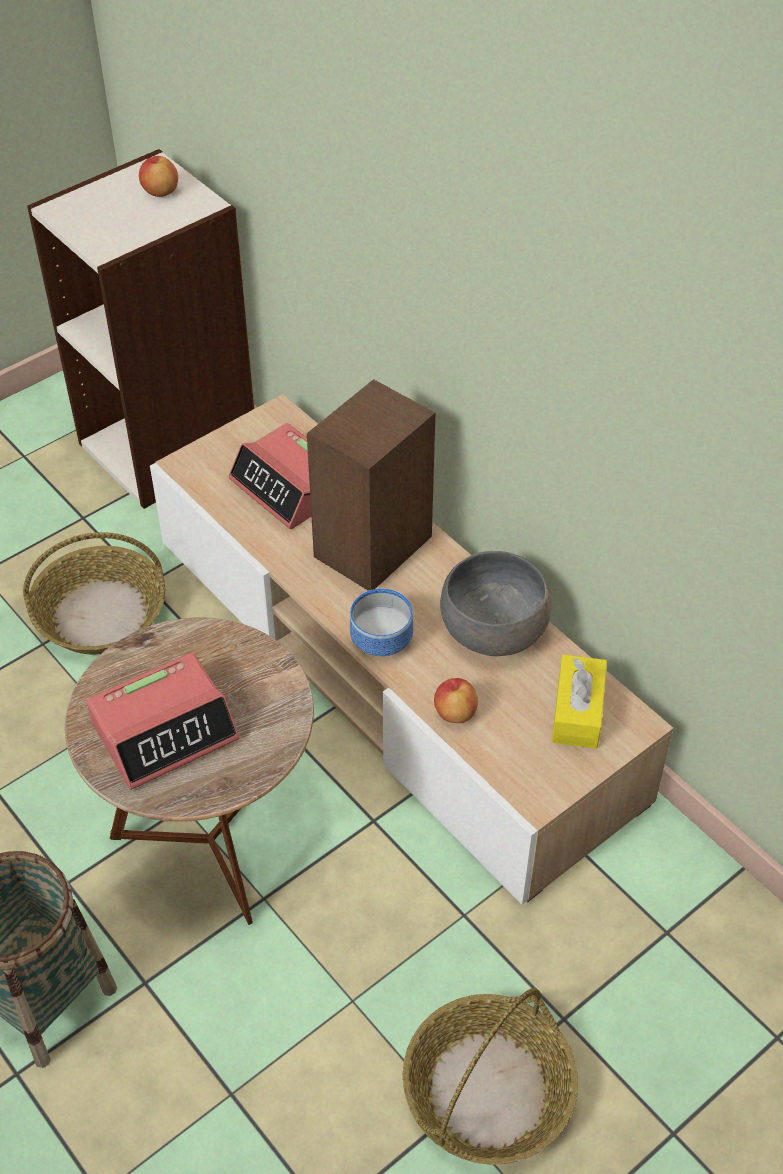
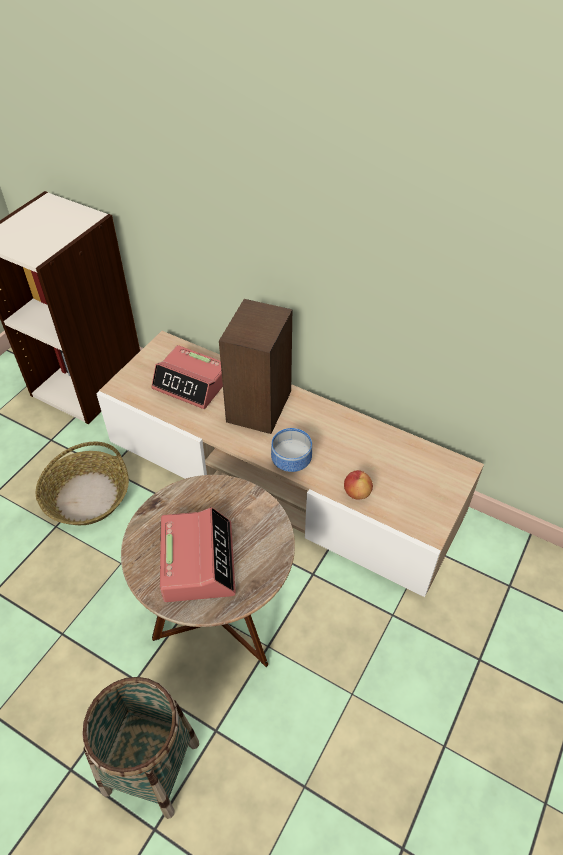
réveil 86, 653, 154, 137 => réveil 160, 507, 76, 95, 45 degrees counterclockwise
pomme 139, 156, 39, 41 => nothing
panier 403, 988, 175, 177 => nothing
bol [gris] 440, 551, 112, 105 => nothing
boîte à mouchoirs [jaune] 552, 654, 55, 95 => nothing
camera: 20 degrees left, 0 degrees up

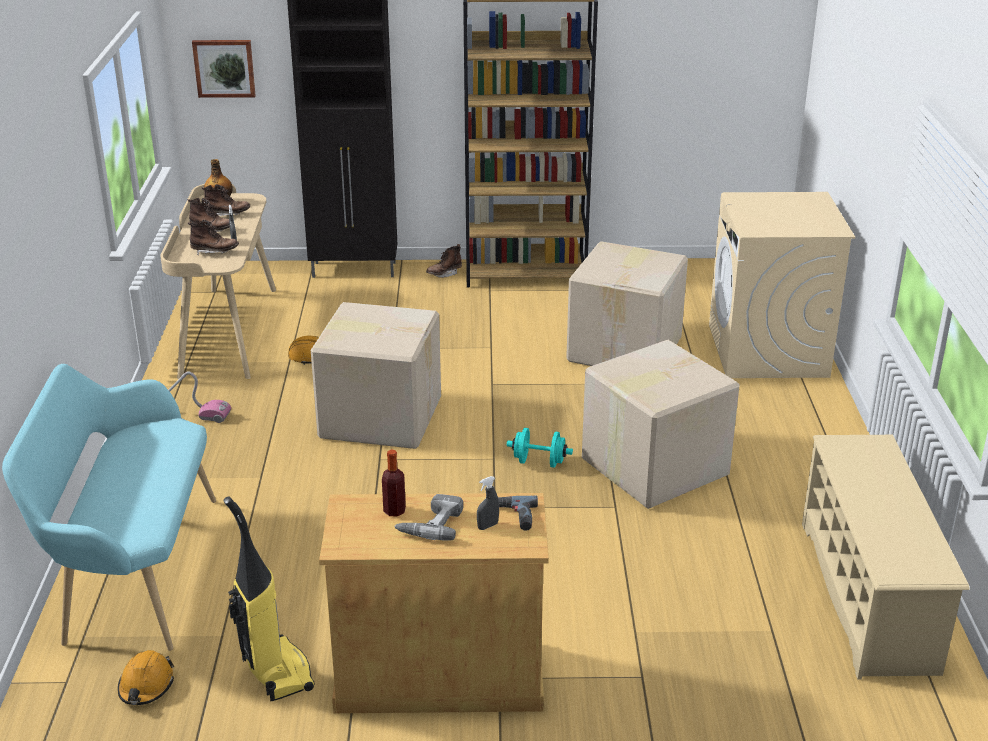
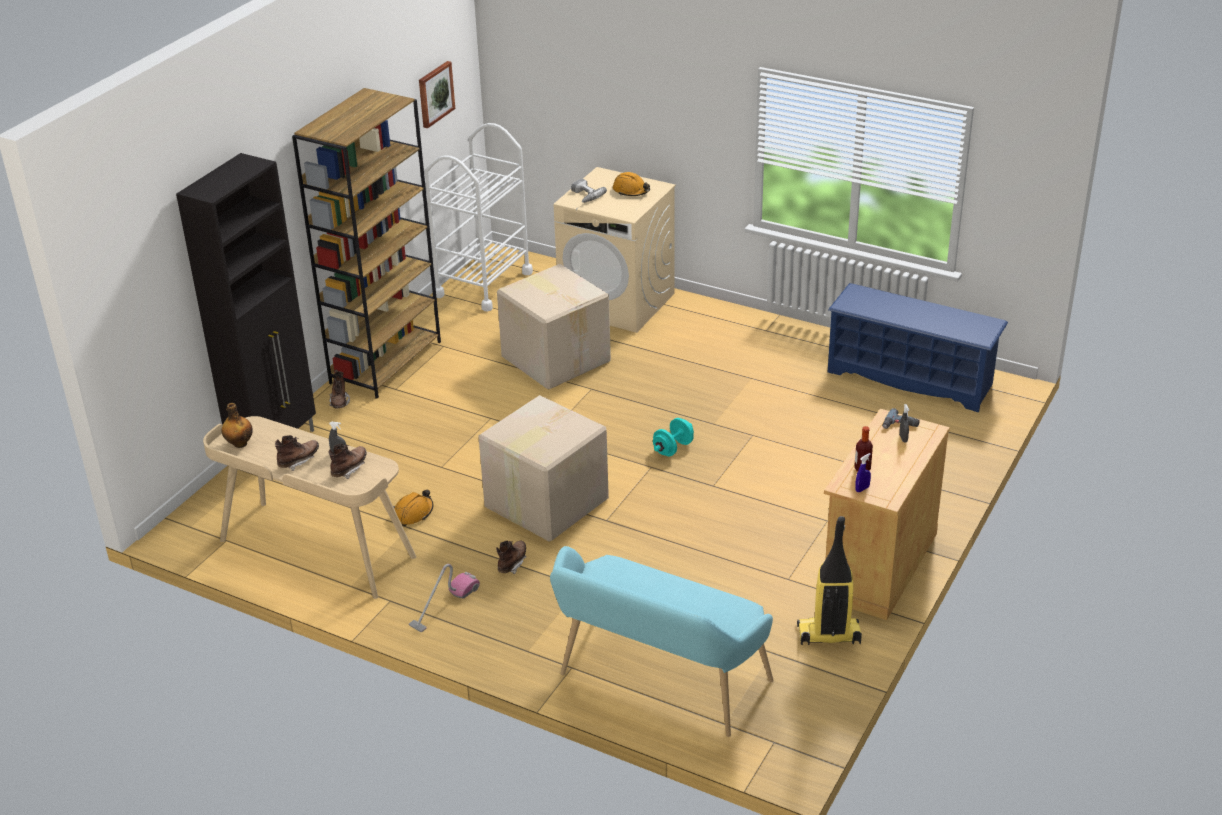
tableau 192, 40, 64, 58 => tableau 419, 61, 36, 67, moved
nothing => chariot [blanc] 425, 123, 108, 189
botte [marron] 202, 184, 48, 32 => botte [marron] 496, 541, 31, 33, moved
perceuse 394, 494, 69, 47 => perceuse 571, 179, 36, 24, moved
casque de chantier [orange] 118, 650, 56, 55 => casque de chantier [orange] 613, 172, 37, 24, moved
étagère à chaussures [beige] 802, 435, 168, 244 => étagère à chaussures [bleu] 828, 283, 180, 129
nothing => vaporisateur [bleu] 855, 453, 16, 39
carton 582, 340, 157, 169 => nothing
camera: 60 degrees left, 5 degrees up

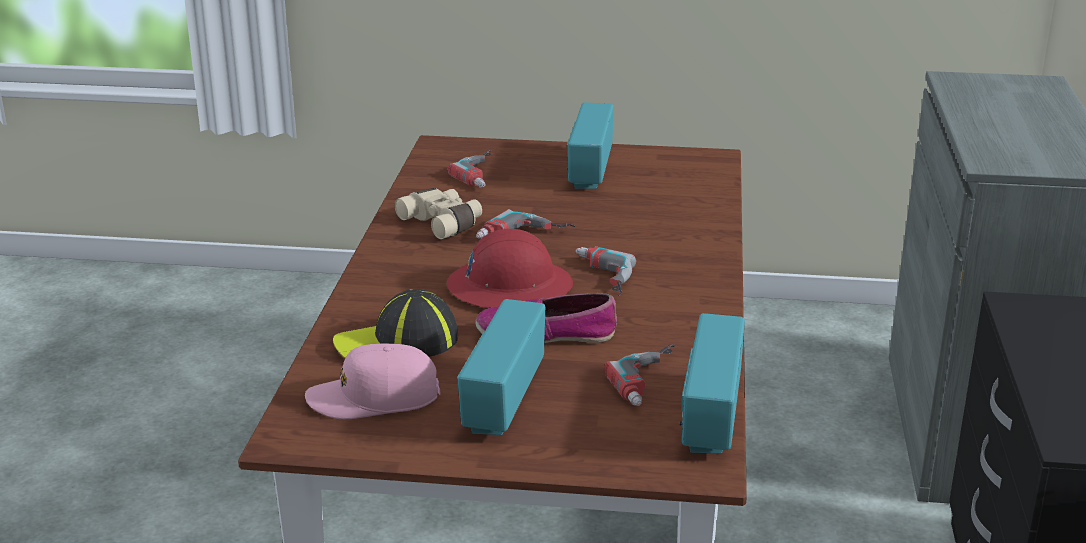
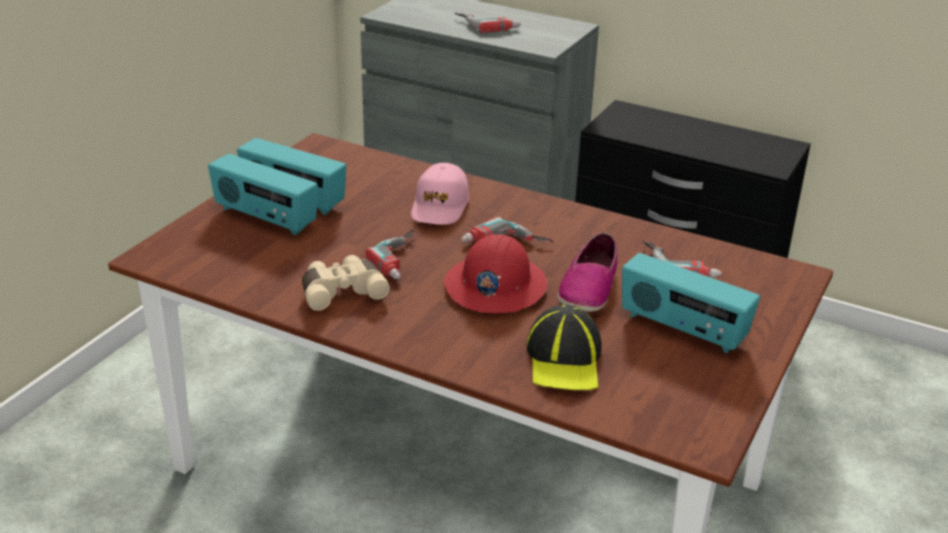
radio 680, 313, 65, 140 => radio 208, 154, 110, 82, moved
casquette [rose] 305, 343, 135, 76 => casquette [rose] 411, 163, 58, 62, moved
perceuse 448, 150, 43, 38 => perceuse 455, 12, 66, 21, moved
camera: 70 degrees left, 5 degrees up

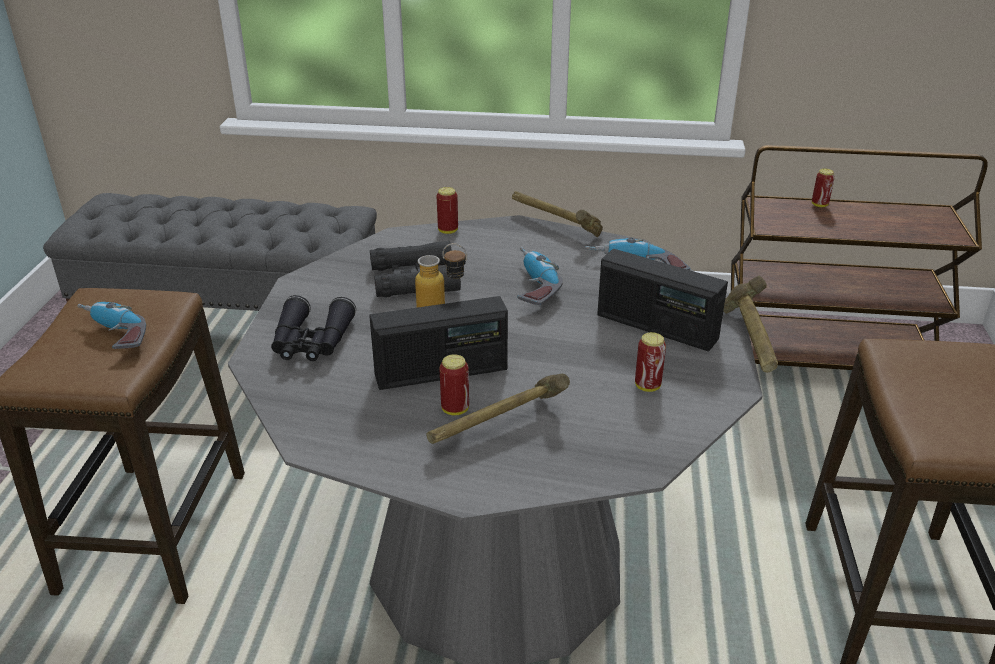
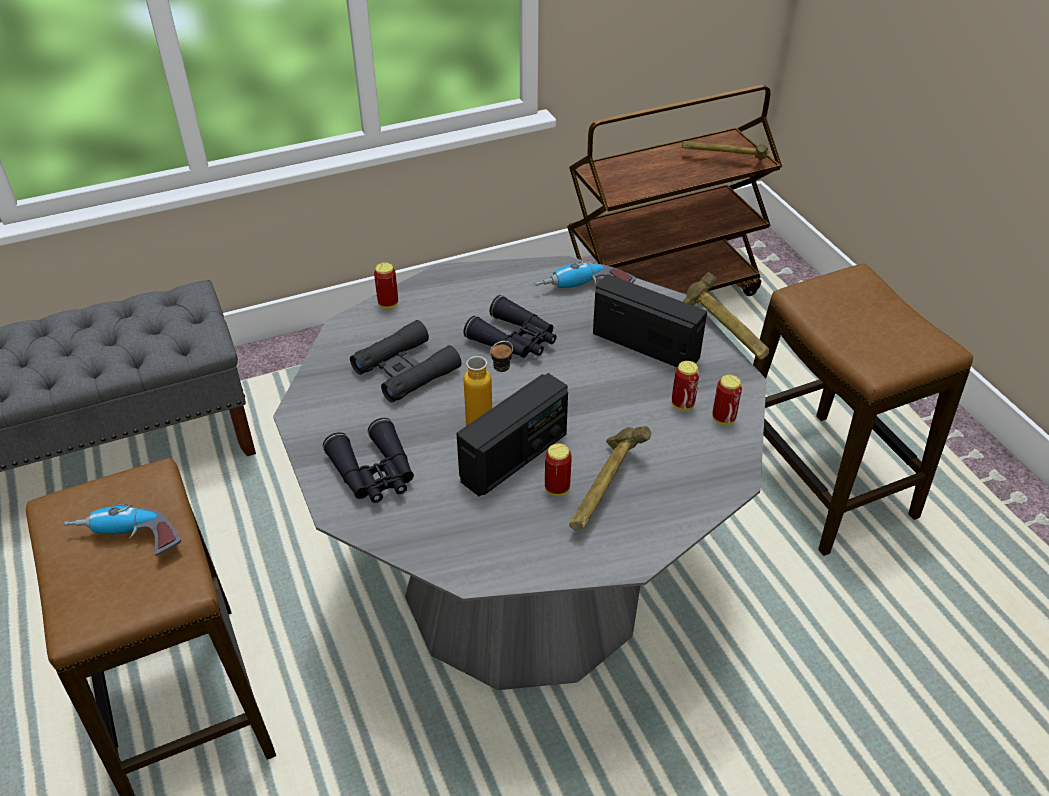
perceuse 518, 247, 45, 58 => jumelles [noir] 464, 295, 93, 63
radio 597, 249, 131, 102 => radio 593, 274, 114, 93, 150 degrees counterclockwise
marteau 512, 191, 91, 46 => marteau 682, 141, 87, 20, moved
boîte métallique 812, 169, 23, 38 => boîte métallique 712, 375, 30, 50, moved
camera: 30 degrees left, 10 degrees up

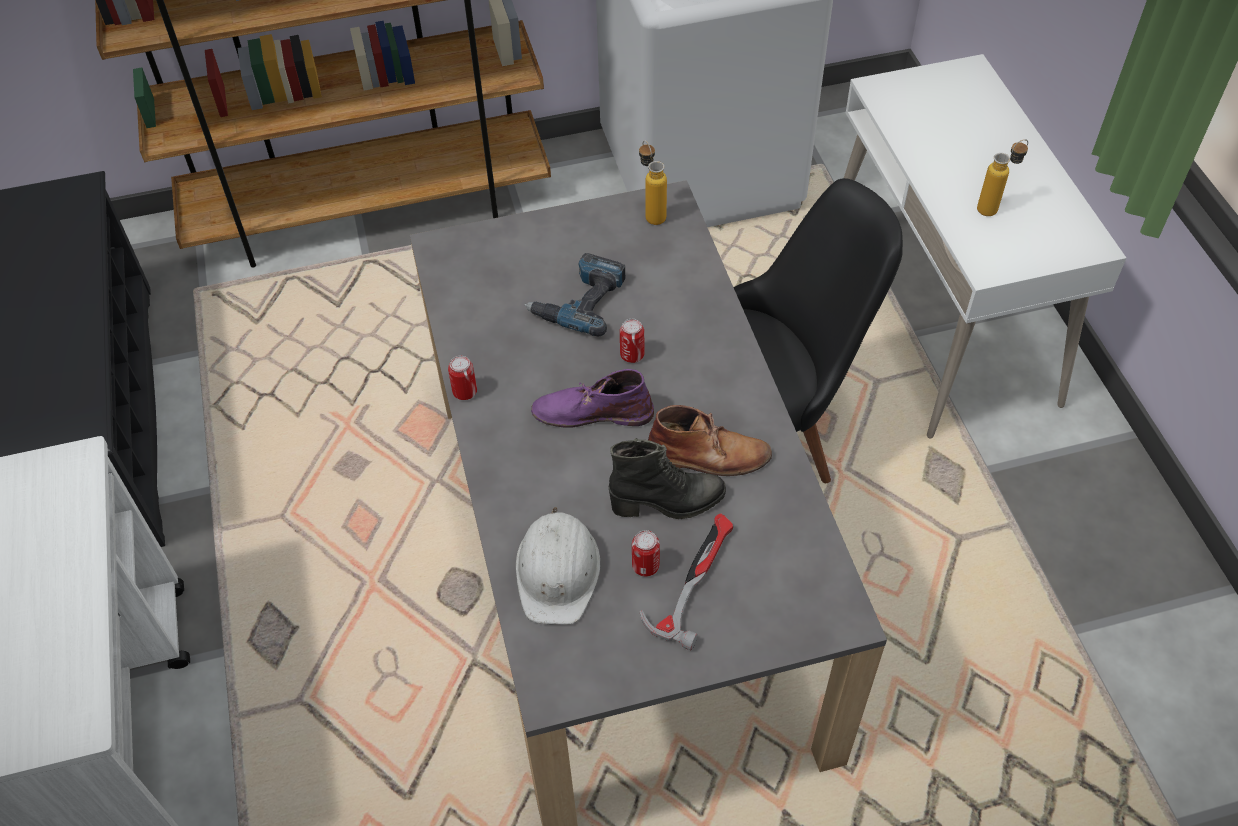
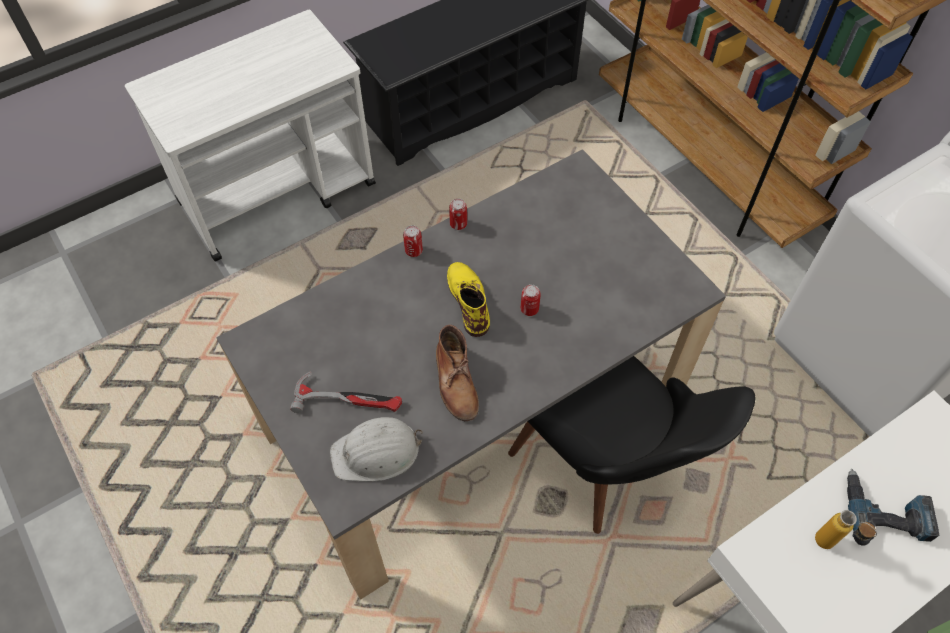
casque de chantier [blanc] 516, 507, 84, 118 => casque de chantier [blanc] 330, 417, 92, 65, moved
boîte métallique 632, 530, 28, 47 => boîte métallique 403, 225, 20, 32, moved
botte [violet] 531, 369, 123, 59 => botte [jaune] 447, 262, 43, 75
perceuse 524, 253, 101, 83 => perceuse 847, 469, 92, 77, moved
botte [noir] 609, 438, 117, 81 => nothing
bouteille 639, 140, 28, 85 => nothing
camera: 70 degrees right, 5 degrees up

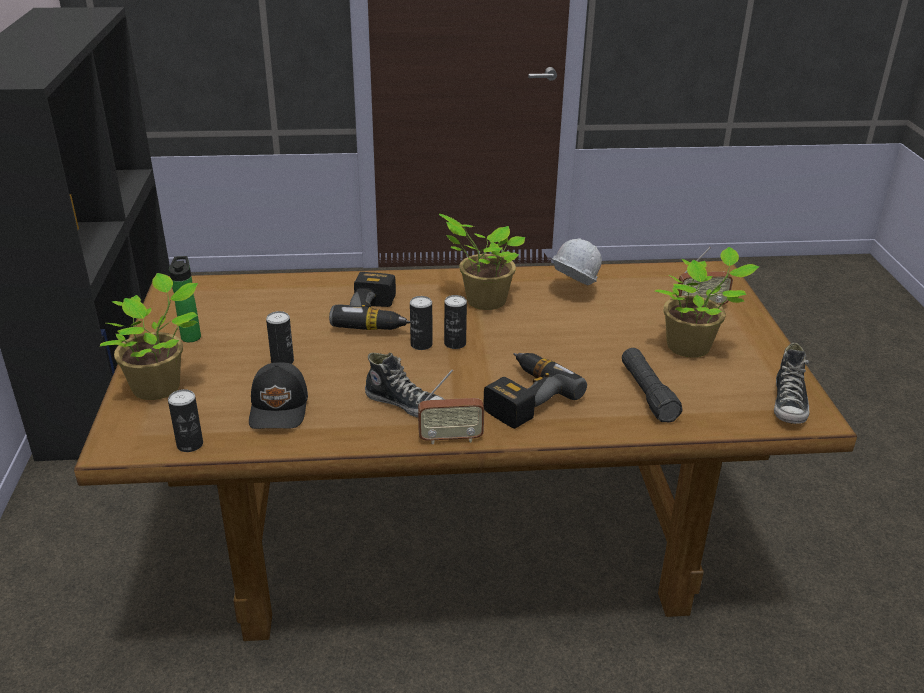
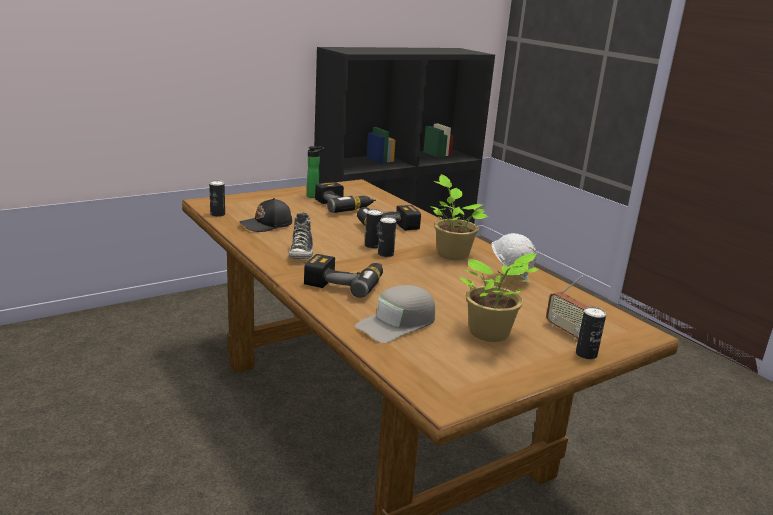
nothing => perceuse 315, 182, 61, 31
lampe de poche [noir] 622, 348, 60, 74 => casquette [gris] 355, 285, 80, 58
boîte métallique 266, 311, 28, 53 => boîte métallique 576, 307, 30, 53, moved
plante en pot 100, 273, 98, 127 => nothing
radio 418, 370, 66, 74 => nothing
chaussure 774, 343, 36, 81 => nothing
camera: 60 degrees right, 10 degrees down

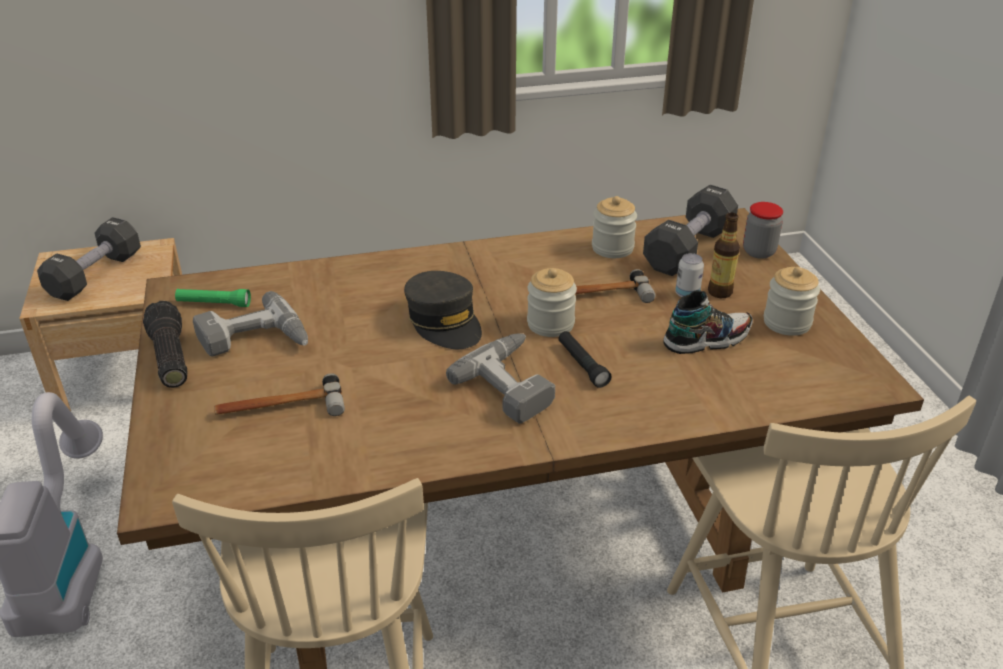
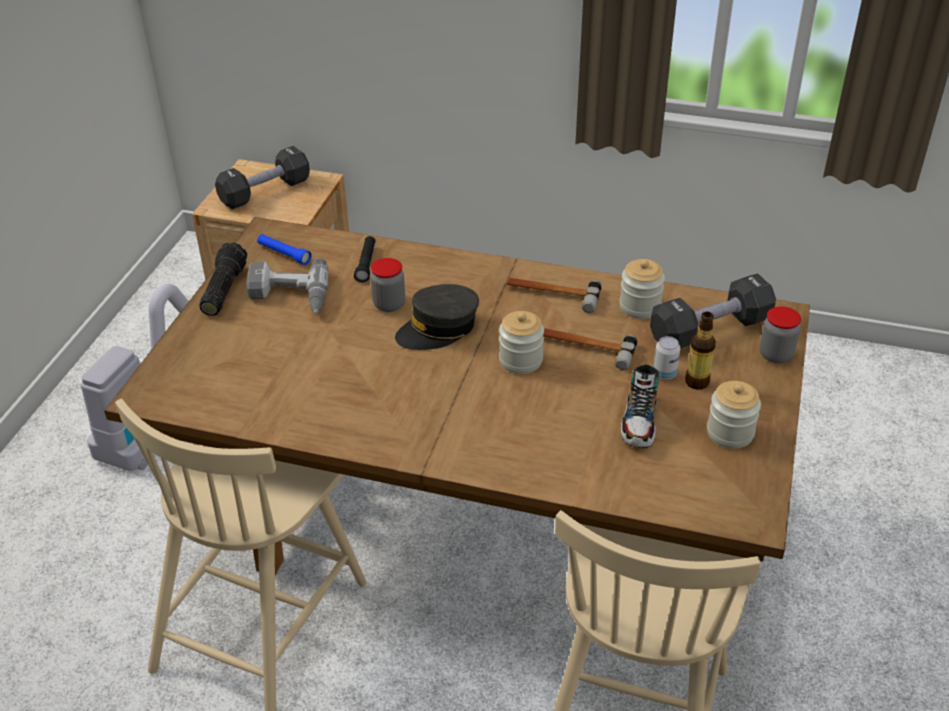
lampe de poche [vert] 175, 289, 76, 18 => lampe de poche [bleu] 257, 234, 55, 31
lampe de poche [noir] 558, 331, 54, 57 => lampe de poche [noir] 354, 236, 21, 46, moved
nothing => bocal 370, 258, 35, 54
casquette [gris] 404, 271, 78, 78 => casquette [gris] 395, 284, 84, 66, 60 degrees clockwise
marteau 214, 373, 131, 43 => marteau 505, 278, 97, 35, moved
chaussure 663, 290, 90, 64 => chaussure 621, 364, 38, 84, 90 degrees clockwise
perceuse 446, 333, 109, 91 => nothing
camera: 30 degrees right, 5 degrees up

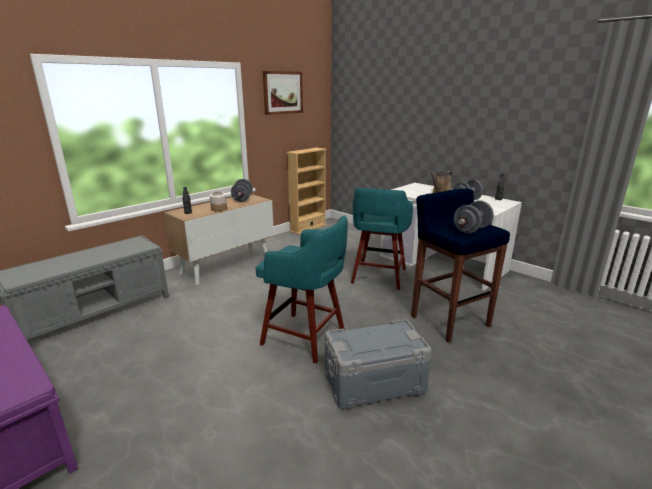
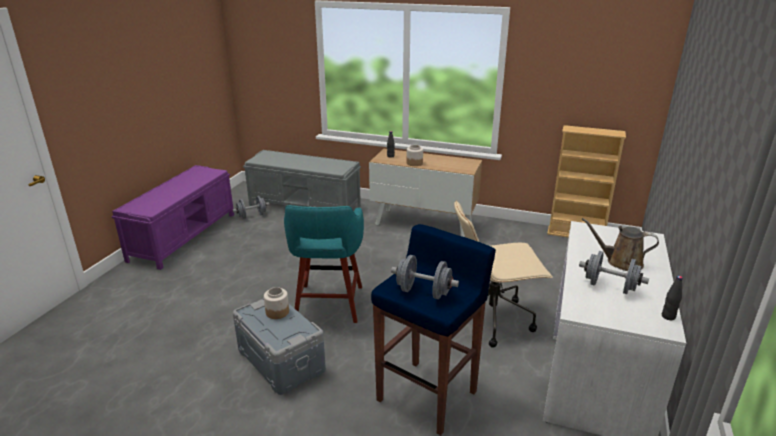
haltère [gris] 231, 179, 22, 23 => haltère [gris] 232, 196, 38, 23, moved
nothing => bocal 264, 287, 25, 32
tabouret [turquoise] 351, 187, 62, 103 => chaise de bureau [beige] 454, 201, 99, 147
tableau 263, 71, 40, 44 => nothing
camera: 65 degrees right, 5 degrees up

